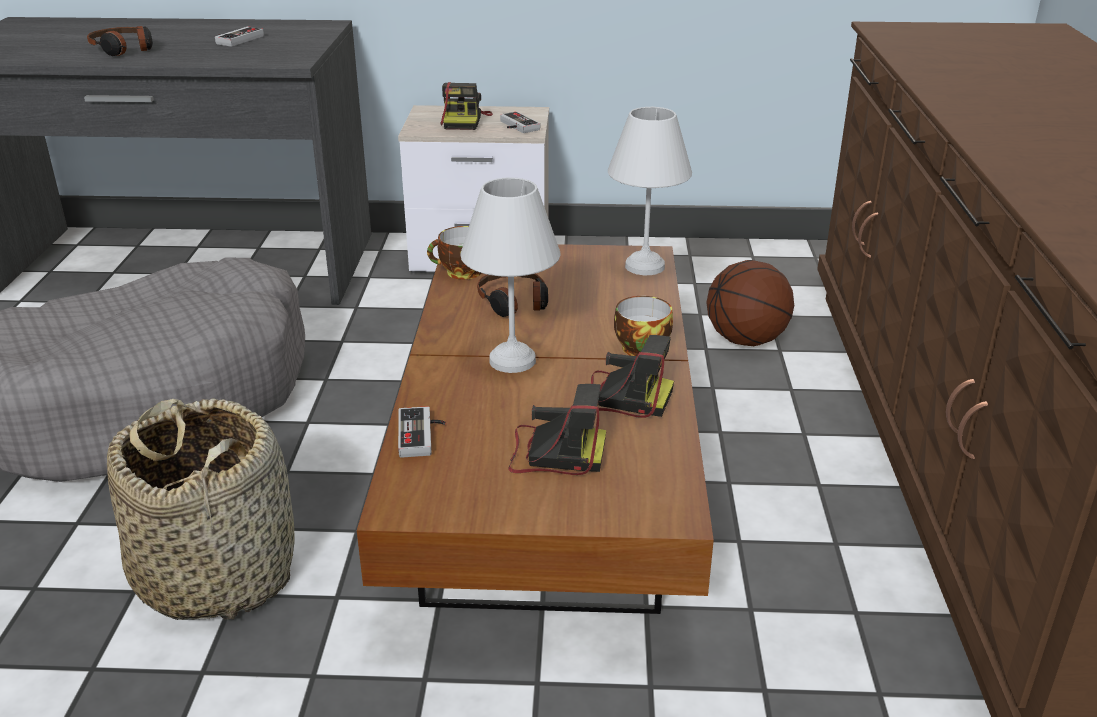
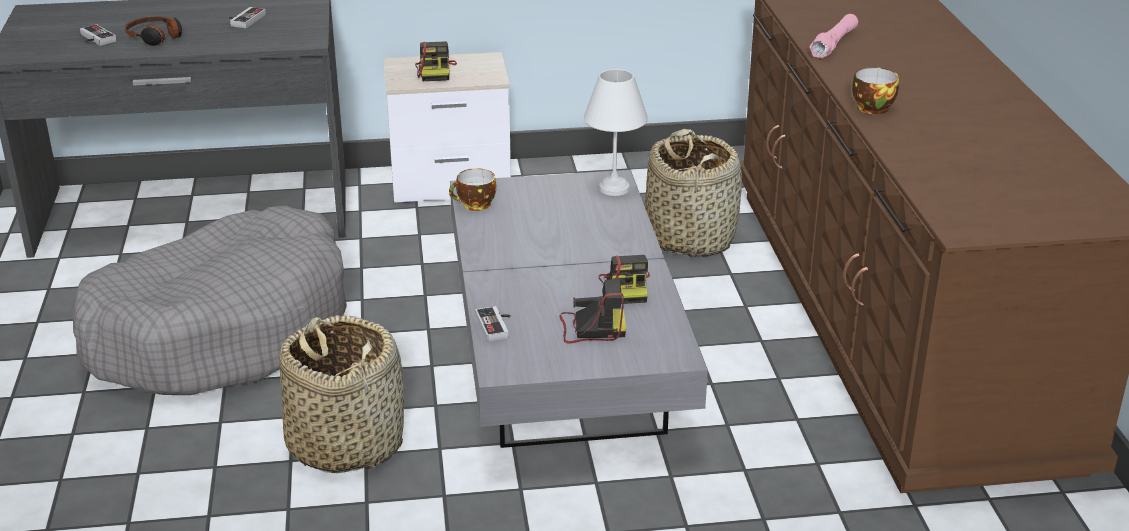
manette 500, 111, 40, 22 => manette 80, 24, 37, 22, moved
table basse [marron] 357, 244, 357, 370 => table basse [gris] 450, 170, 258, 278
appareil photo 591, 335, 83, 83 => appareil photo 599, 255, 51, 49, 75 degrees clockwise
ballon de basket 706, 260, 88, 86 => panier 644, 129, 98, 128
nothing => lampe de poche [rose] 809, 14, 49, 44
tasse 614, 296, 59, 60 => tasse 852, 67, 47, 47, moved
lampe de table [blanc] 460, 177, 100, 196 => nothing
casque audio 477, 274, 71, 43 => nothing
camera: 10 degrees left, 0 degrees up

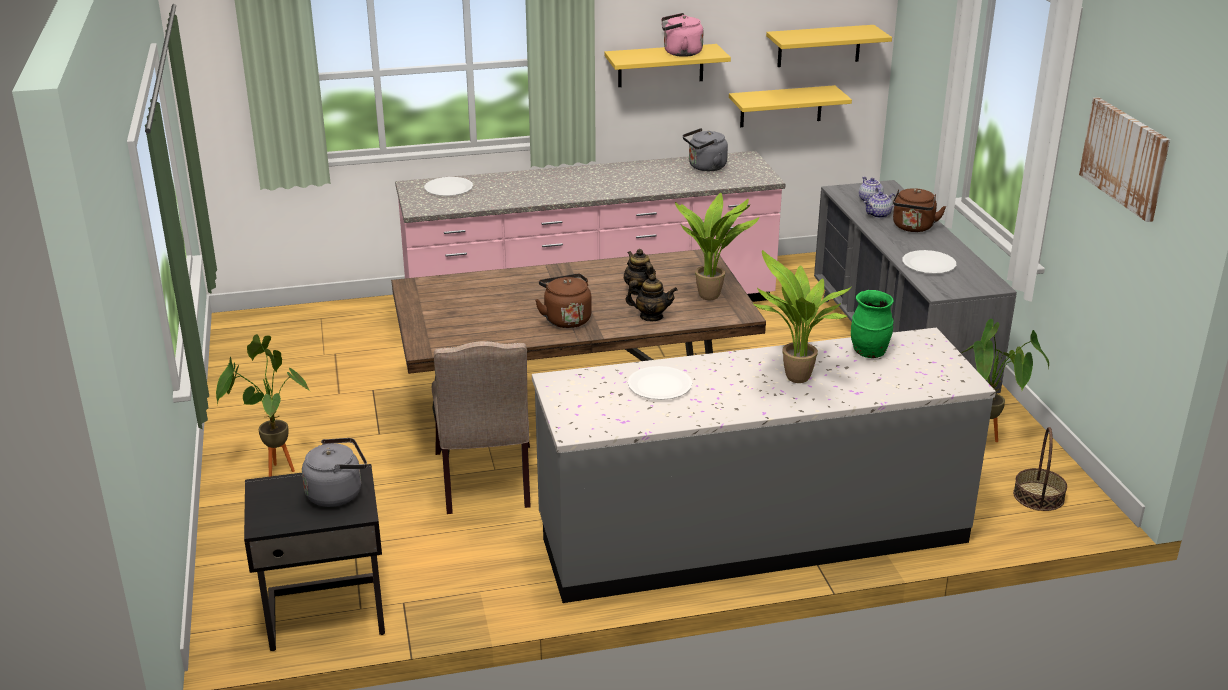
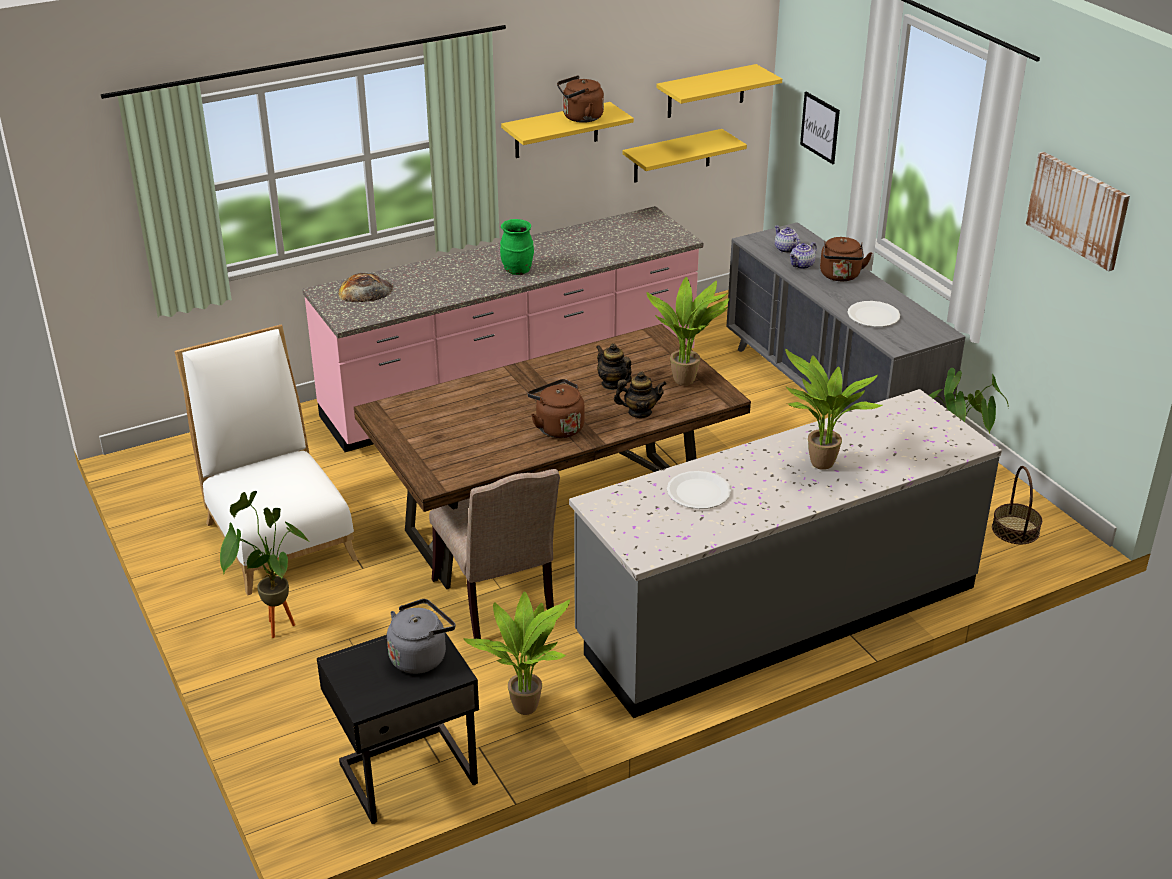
nothing => chaise [blanc] 174, 324, 184, 271
assiette [blanc] 424, 177, 49, 19 => pain 338, 272, 55, 30
nothing => plante en pot 464, 591, 106, 124
vase [vert] 851, 290, 43, 68 => vase [vert] 500, 219, 34, 56, moved
bouilloire [rose] 661, 13, 42, 44 => bouilloire [marron] 557, 75, 47, 48
nothing => tableau 800, 92, 40, 72
bouilloire [gris] 683, 128, 45, 43 => nothing
camera: 15 degrees left, 5 degrees up

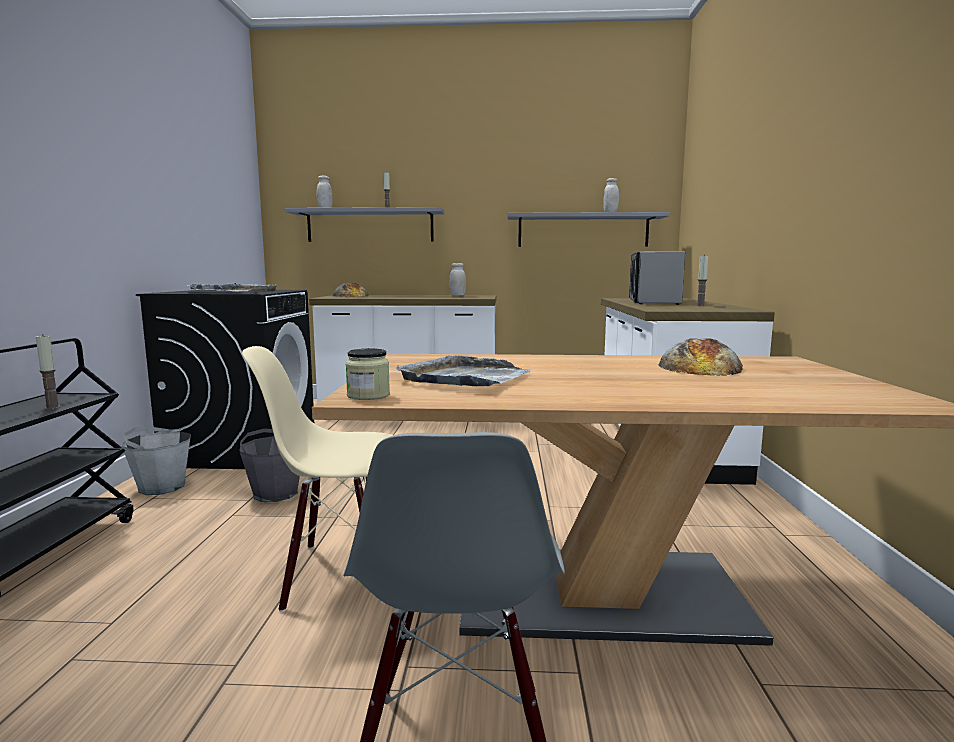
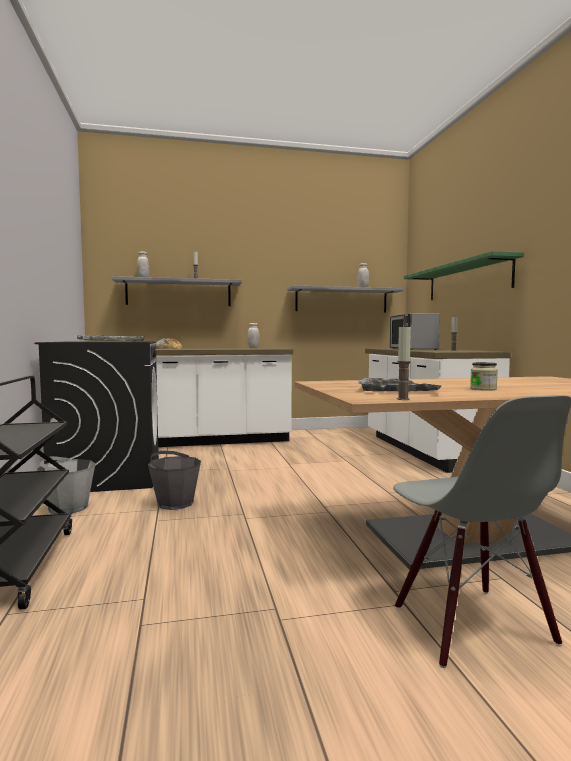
bougie 36, 334, 24, 76 => bougie 397, 327, 14, 73, moved
nothing => étagère [vert] 404, 251, 120, 49
bocal 346, 348, 44, 52 => bocal 470, 362, 28, 29, moved
chaise [beige] 242, 346, 151, 266 => nothing
pain 659, 338, 84, 38 => nothing
camera: 15 degrees left, 5 degrees down

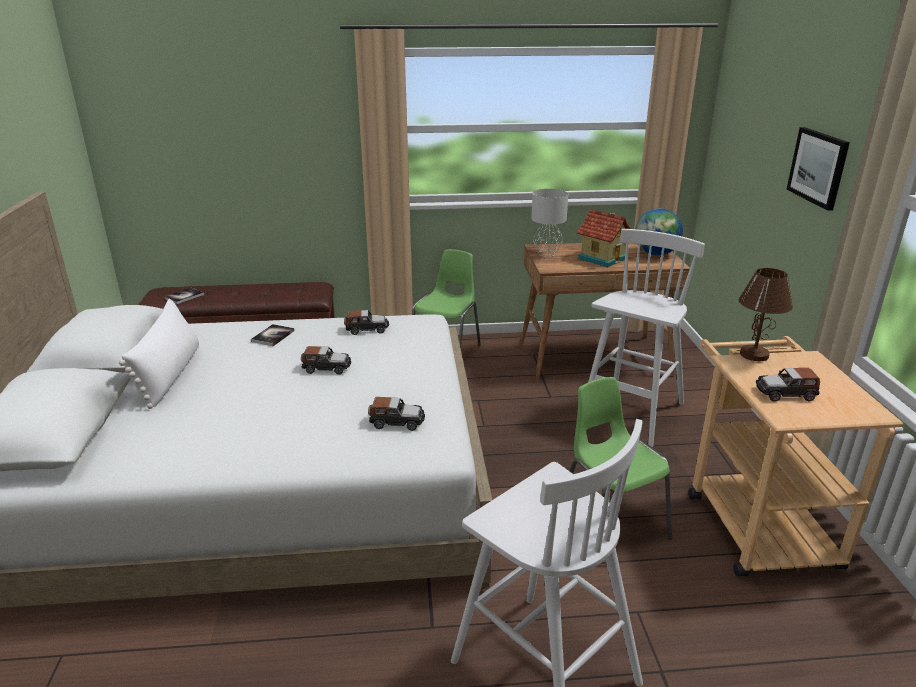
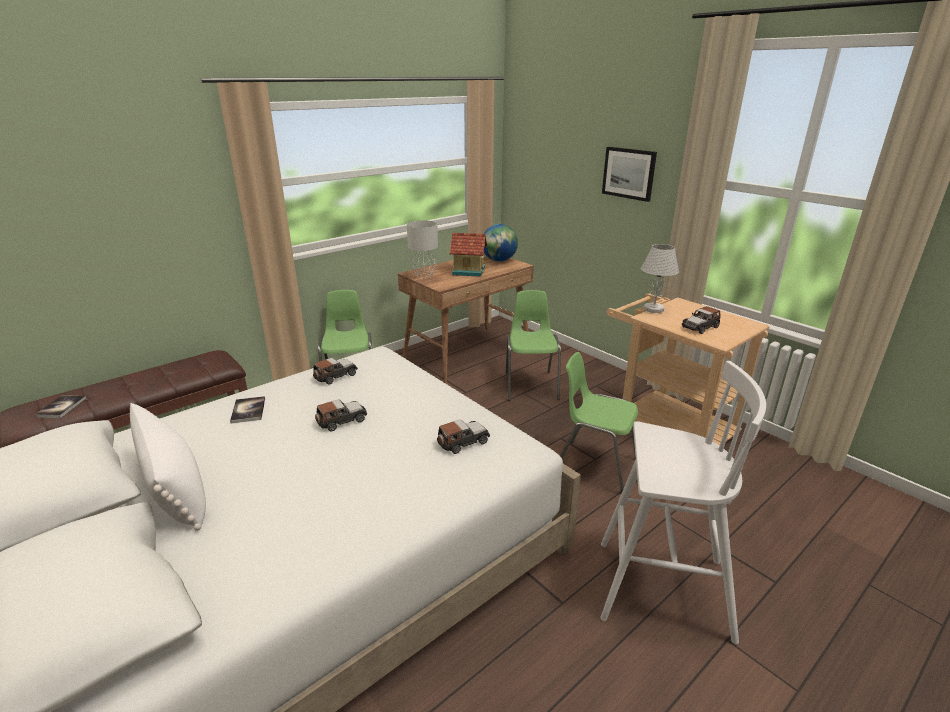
tabouret [blanc] 588, 229, 117, 218 => chaise [vert] 506, 290, 55, 111
lampe de table [marron] 739, 268, 54, 93 => lampe de table [blanc] 641, 244, 38, 69
camera: 35 degrees left, 0 degrees up

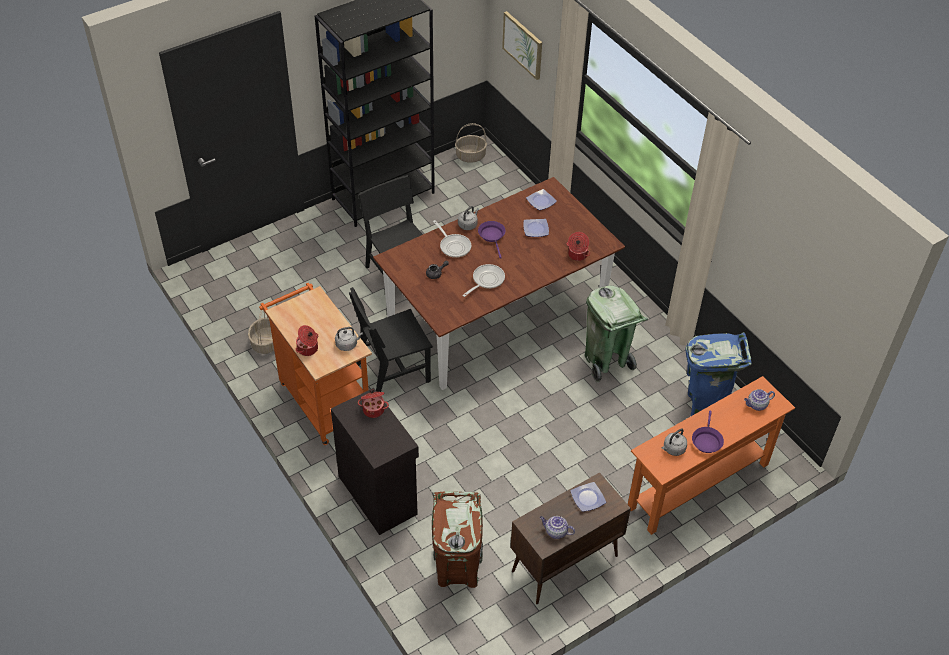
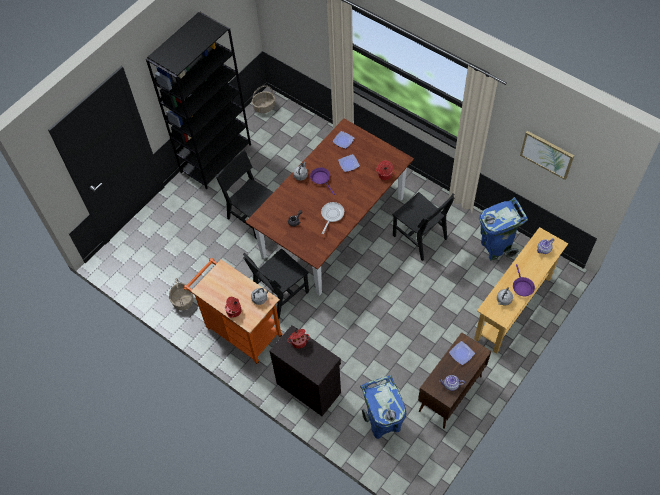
poubelle [marron] 432, 491, 51, 97 => poubelle [bleu] 360, 375, 46, 64
poubelle [vert] 584, 285, 64, 98 => chaise [noir] 392, 192, 63, 69
table console [orange] 628, 376, 167, 159 => table console [beige] 474, 227, 94, 127
tableau 502, 11, 40, 69 => tableau 520, 131, 54, 49, moved
poêle 433, 220, 38, 38 => nothing
camera: 15 degrees left, 10 degrees up

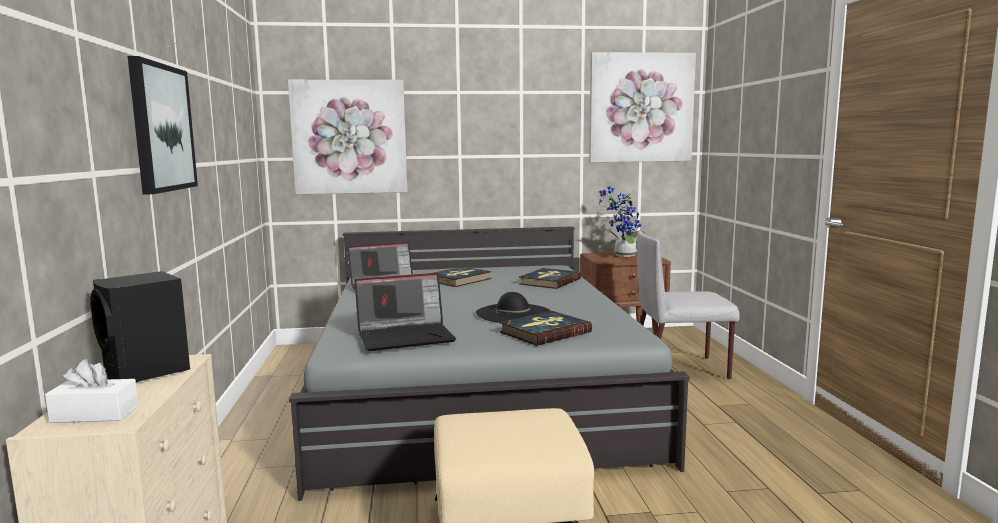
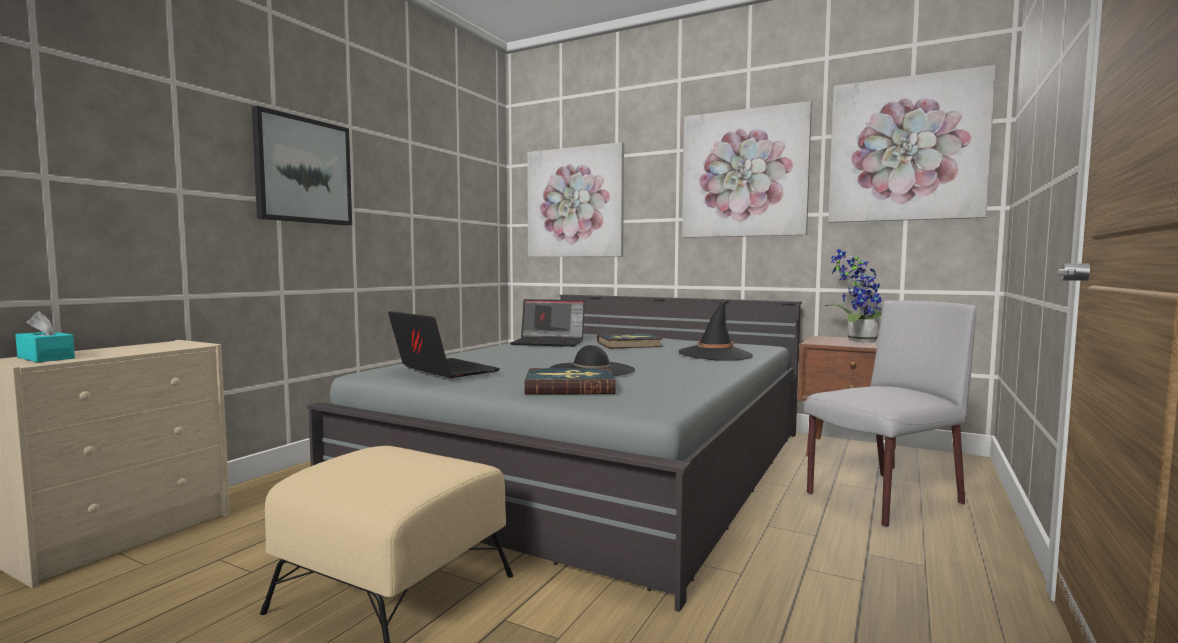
boîte à mouchoirs [blanc] 45, 359, 94, 64 => boîte à mouchoirs [turquoise] 15, 311, 60, 51
ordinateur portable 354, 273, 102, 78 => ordinateur portable 388, 311, 112, 67, 150 degrees counterclockwise
livre 519, 268, 62, 21 => chapeau [noir] 679, 300, 74, 61
nothing => tableau 682, 101, 130, 137
chaise [gris] 637, 231, 103, 149 => chaise [gris] 804, 300, 173, 227, 120 degrees clockwise
enceinte [noir] 90, 271, 100, 111 => nothing
camera: 35 degrees right, 5 degrees down

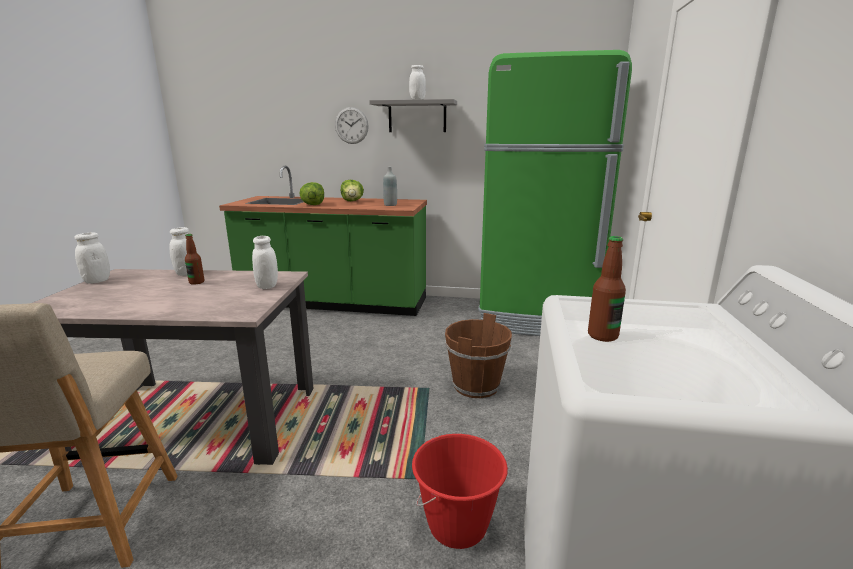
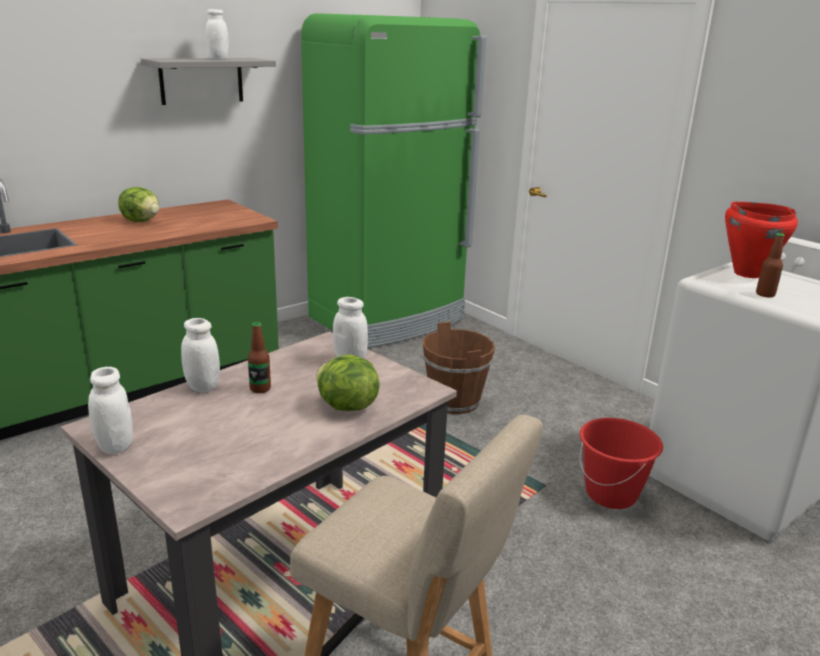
laitue 299, 182, 25, 23 => laitue 316, 354, 64, 57, moved
nothing => marmite [rouge] 725, 202, 73, 76
horloge murale 335, 107, 34, 37 => nothing
bouteille [gris] 383, 167, 14, 39 => nothing
camera: 50 degrees left, 5 degrees up

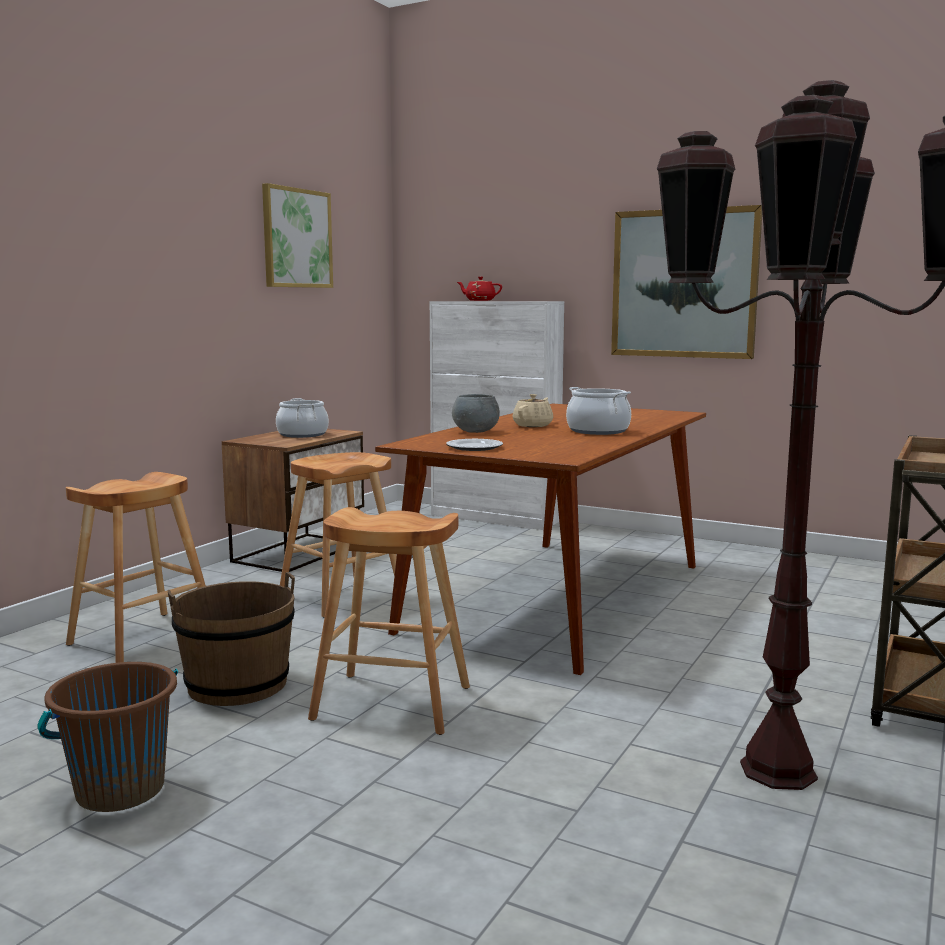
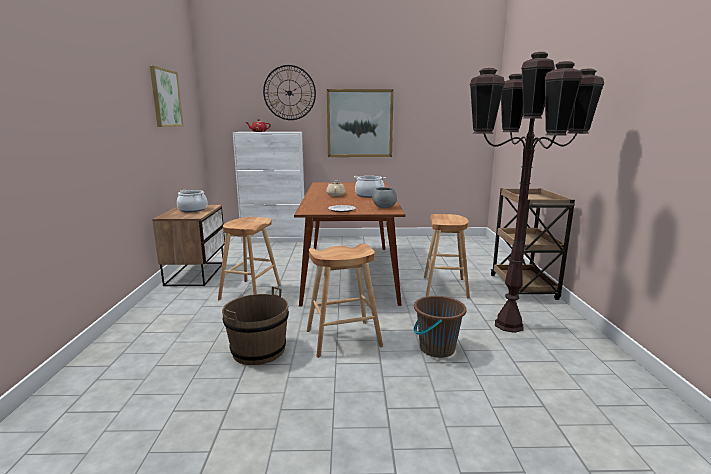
nothing => horloge murale 263, 65, 53, 55
bol [gris] 452, 394, 48, 39 => bol [gris] 372, 187, 25, 21, moved
seau [marron] 38, 662, 140, 150 => seau [marron] 414, 296, 53, 62, moved
tabouret [marron] 66, 472, 140, 191 => tabouret [marron] 424, 214, 46, 85, moved
camera: 30 degrees left, 5 degrees up

